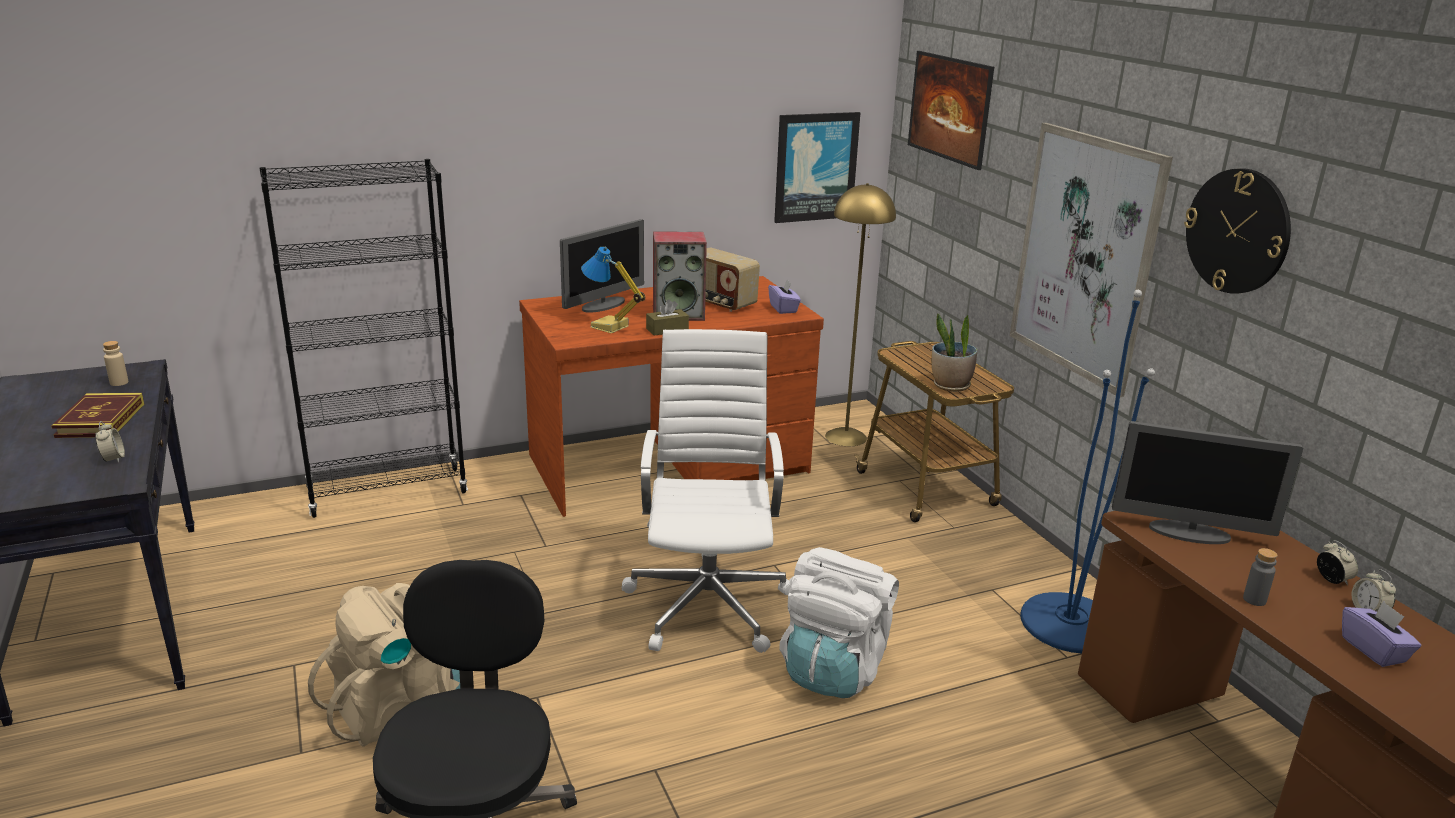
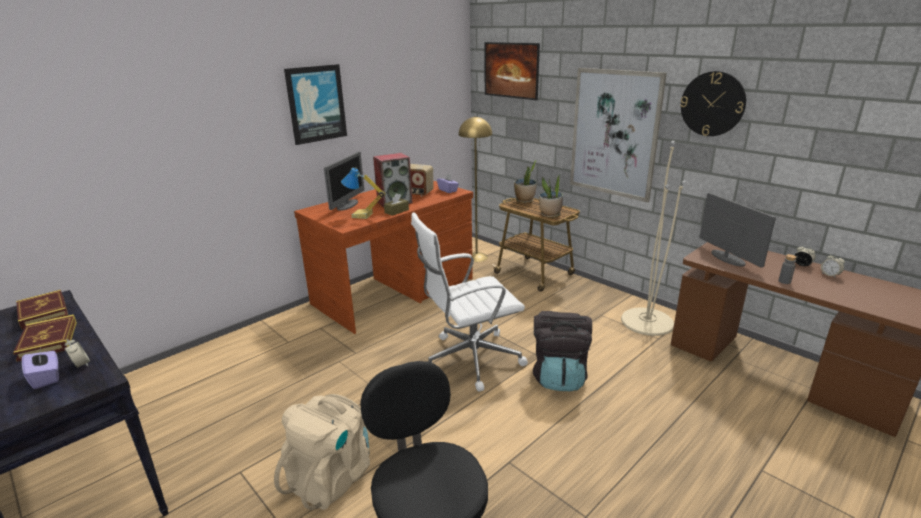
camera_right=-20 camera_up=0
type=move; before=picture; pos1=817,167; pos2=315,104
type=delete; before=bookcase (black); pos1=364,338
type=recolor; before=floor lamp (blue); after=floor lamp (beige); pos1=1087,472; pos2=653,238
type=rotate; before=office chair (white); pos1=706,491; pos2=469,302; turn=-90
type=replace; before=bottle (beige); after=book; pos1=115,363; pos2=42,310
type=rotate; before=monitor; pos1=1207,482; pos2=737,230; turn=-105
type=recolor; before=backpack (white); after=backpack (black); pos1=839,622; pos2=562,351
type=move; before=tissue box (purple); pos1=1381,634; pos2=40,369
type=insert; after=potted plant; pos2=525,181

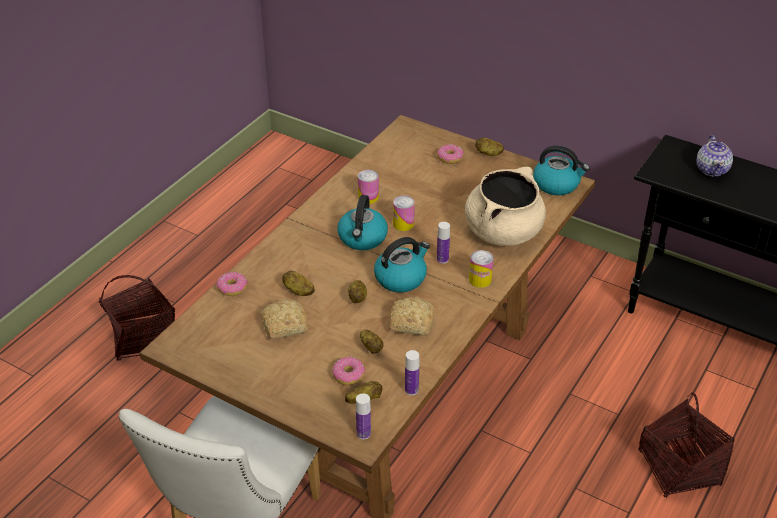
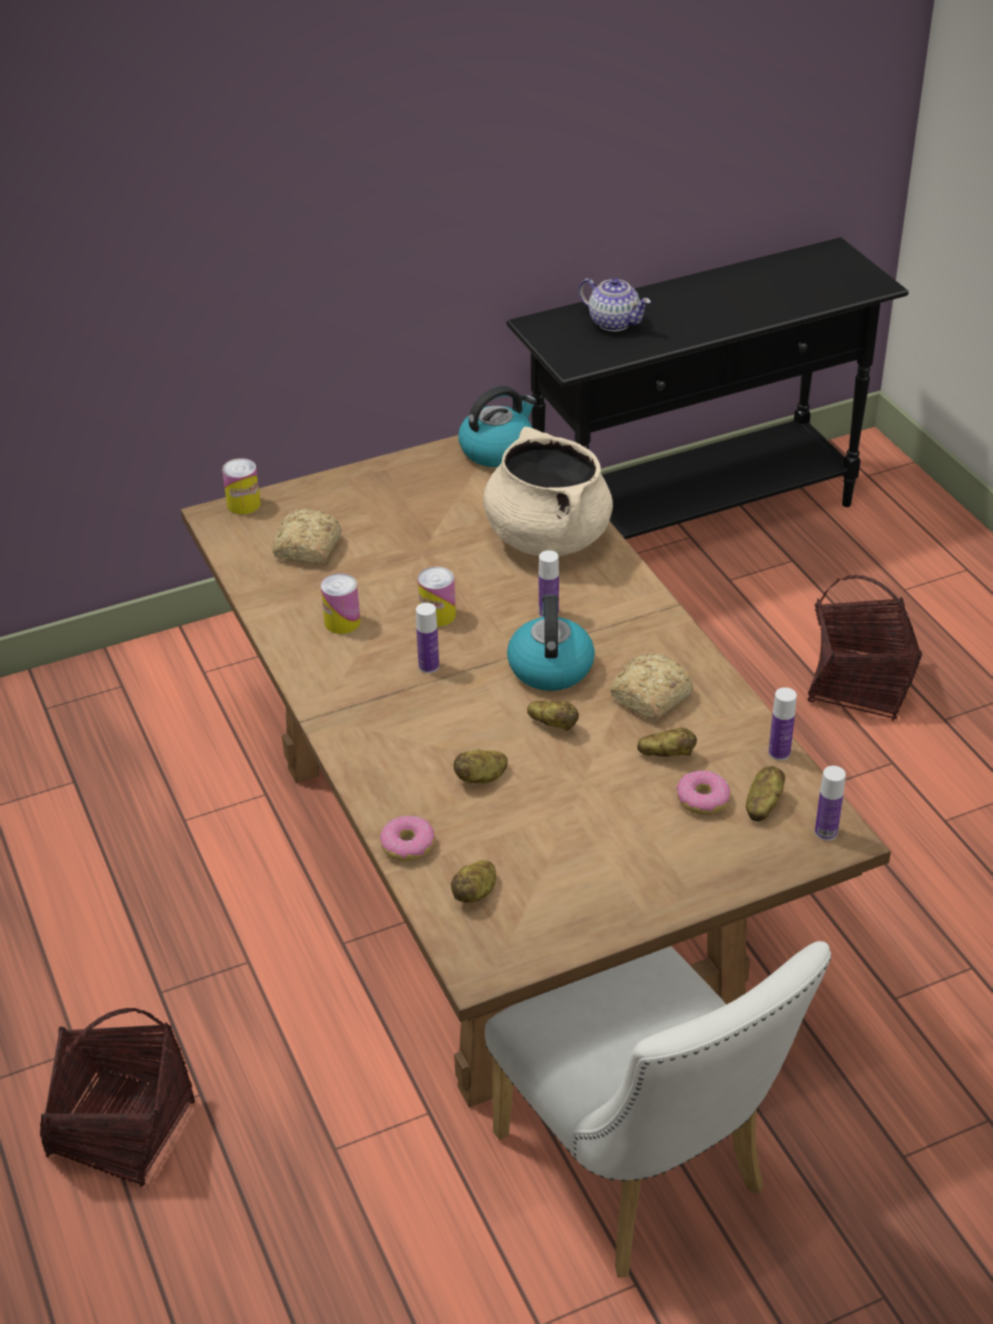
camera_right=-55 camera_up=0
type=move; before=potato; pos1=489,147; pos2=473,881
type=delete; before=donut; pos1=450,154
type=replace; before=kettle; after=bottle; pos1=362,222; pos2=427,638
type=move; before=can; pos1=481,269; pos2=241,486
type=move; before=bread; pos1=284,319; pos2=307,536

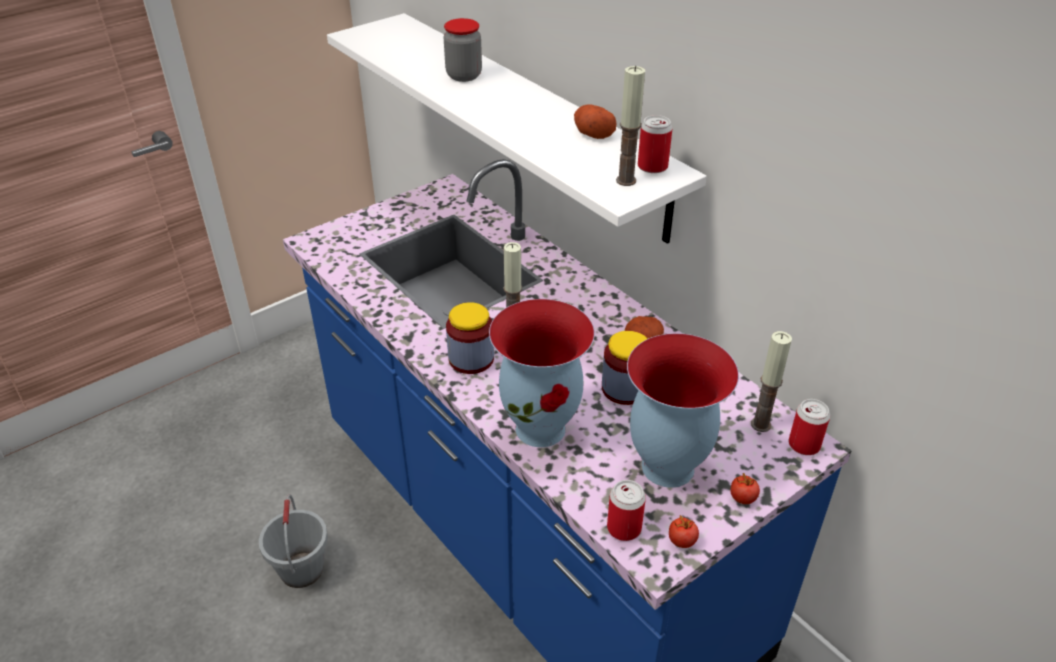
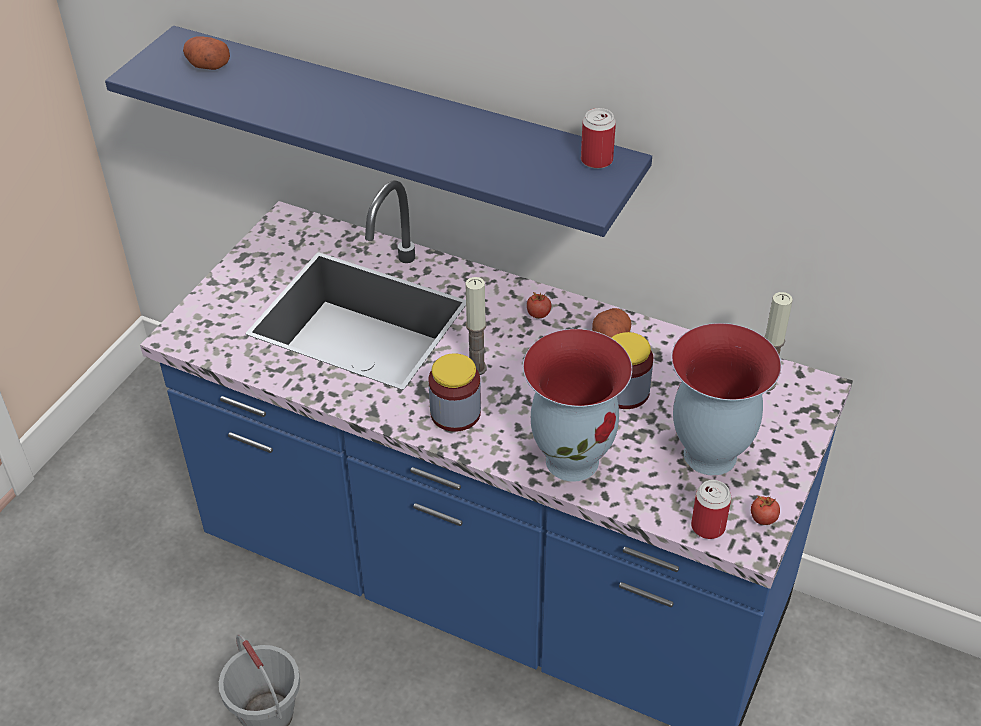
camera_right=-25 camera_up=5
type=recolor; before=shelf (white); after=shelf (blue); pos1=517,128; pos2=378,131
type=delete; before=jar; pos1=463,50
type=delete; before=candle; pos1=630,126
type=move; before=potato; pos1=595,121; pos2=206,53
type=delete; before=can; pos1=809,427
type=move; before=tomato; pos1=745,488; pos2=539,305

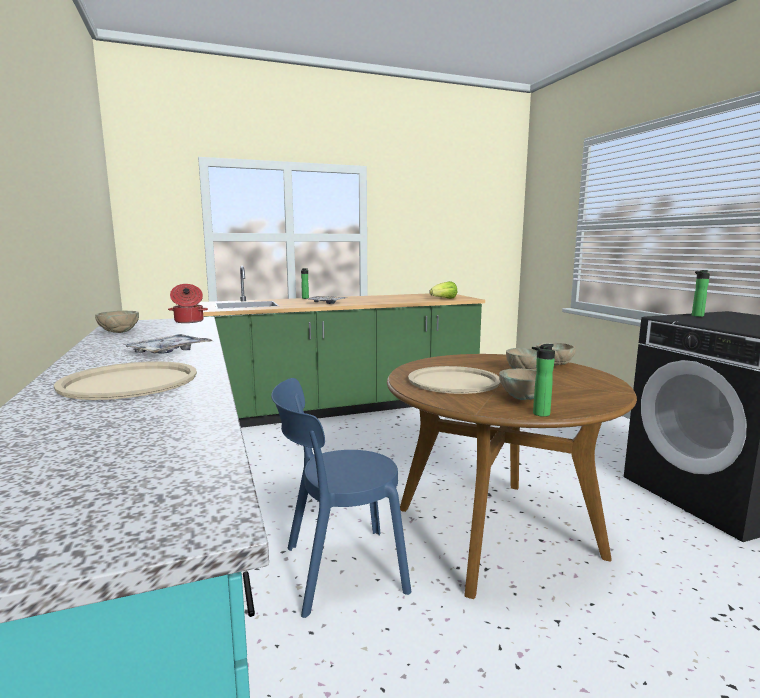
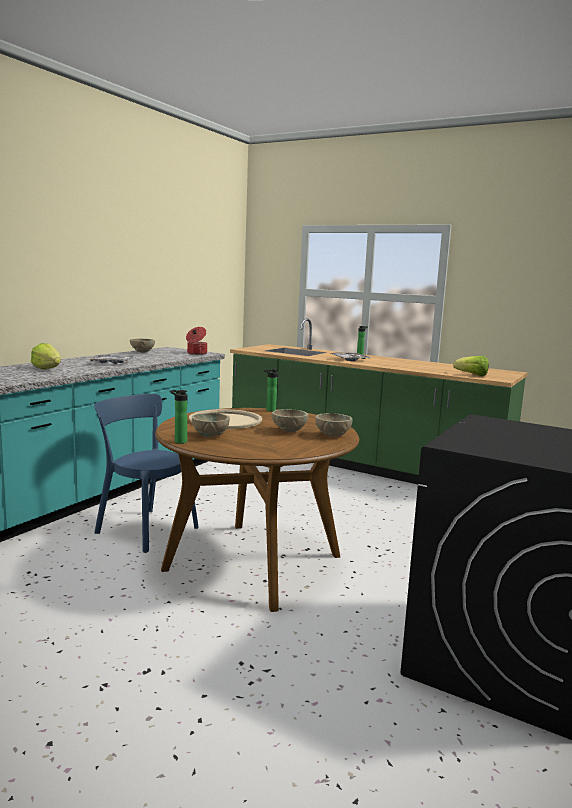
camera_right=50 camera_up=0
type=move; before=bottle; pos1=701,293; pos2=271,390
type=replace; before=tray (beige); after=lettuce; pos1=125,380; pos2=46,356

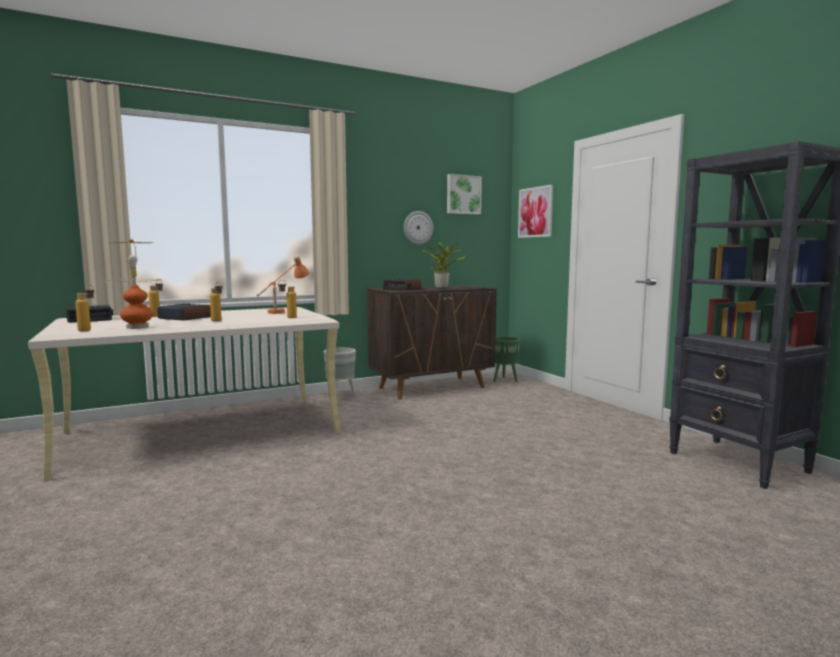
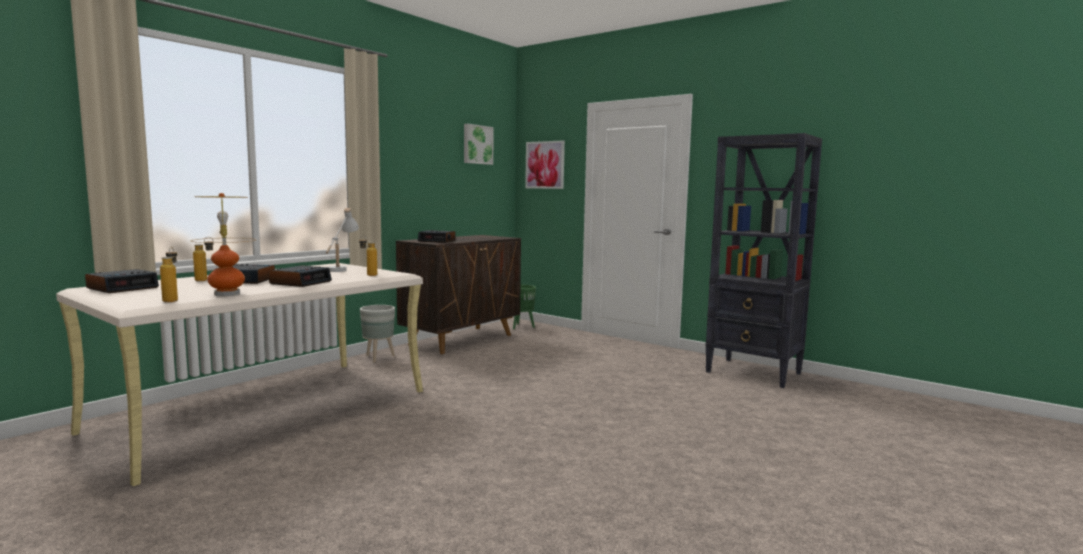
camera_right=-25 camera_up=0
type=delete; before=wall clock; pos1=418,228
type=delete; before=potted plant; pos1=444,265
type=recolor; before=table lamp (orange); after=table lamp (white); pos1=283,285; pos2=342,240
type=replace; before=bottle; after=alarm clock; pos1=216,301; pos2=300,276

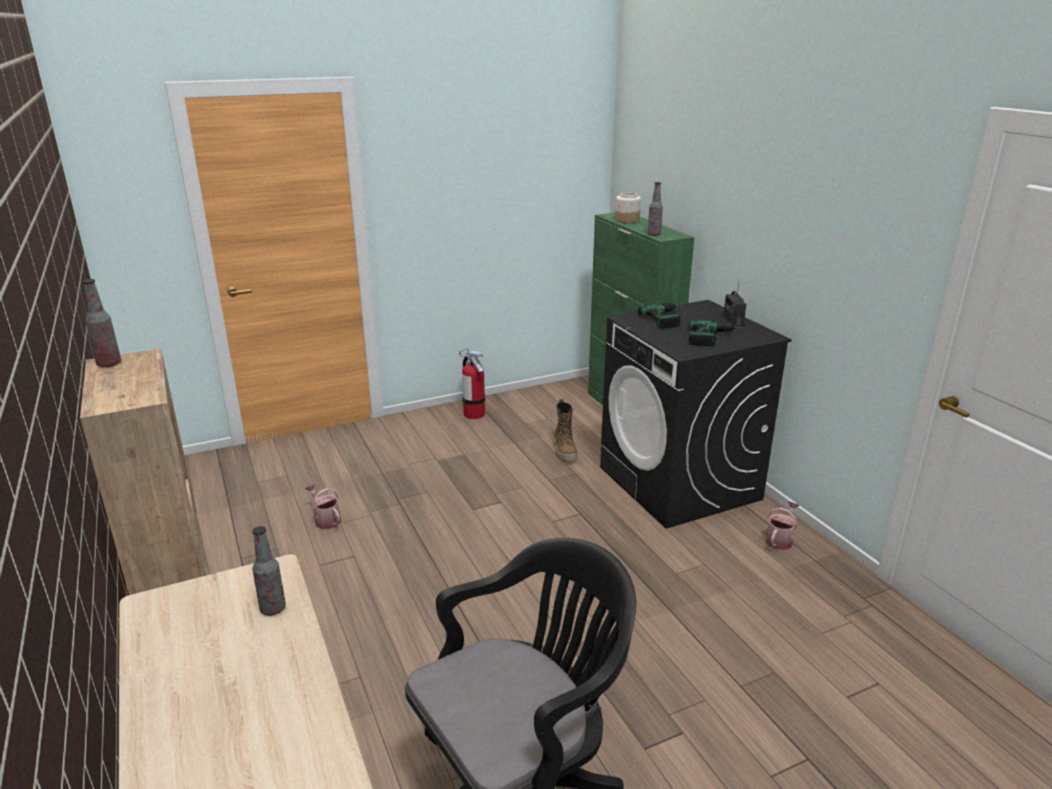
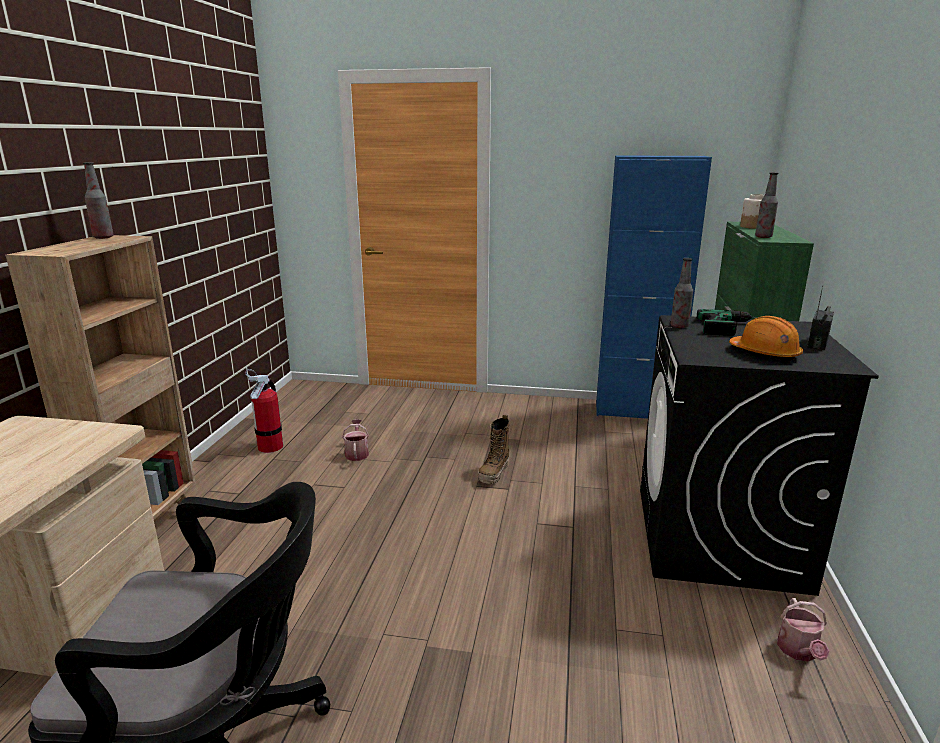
camera_right=35 camera_up=-5
type=replace; before=power drill; after=hard hat (orange); pos1=717,333; pos2=766,338
type=move; before=fire extinguisher; pos1=472,383; pos2=264,411
type=move; before=boot; pos1=565,430; pos2=493,449
type=rotate; before=watering can; pos1=782,525; pos2=803,630; turn=120
type=move; before=bottle; pos1=269,571; pos2=682,293
type=insert; after=cabinet (blue); pos2=654,287

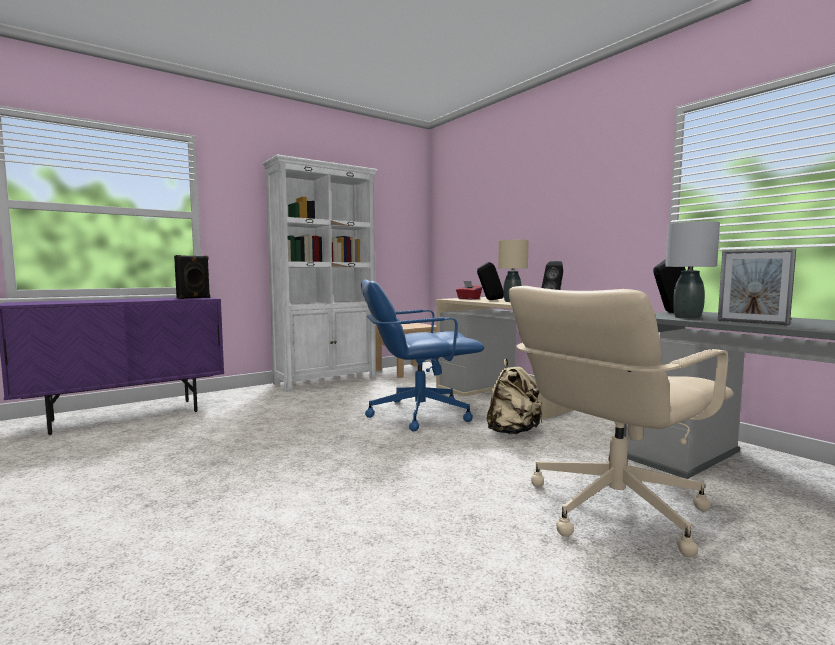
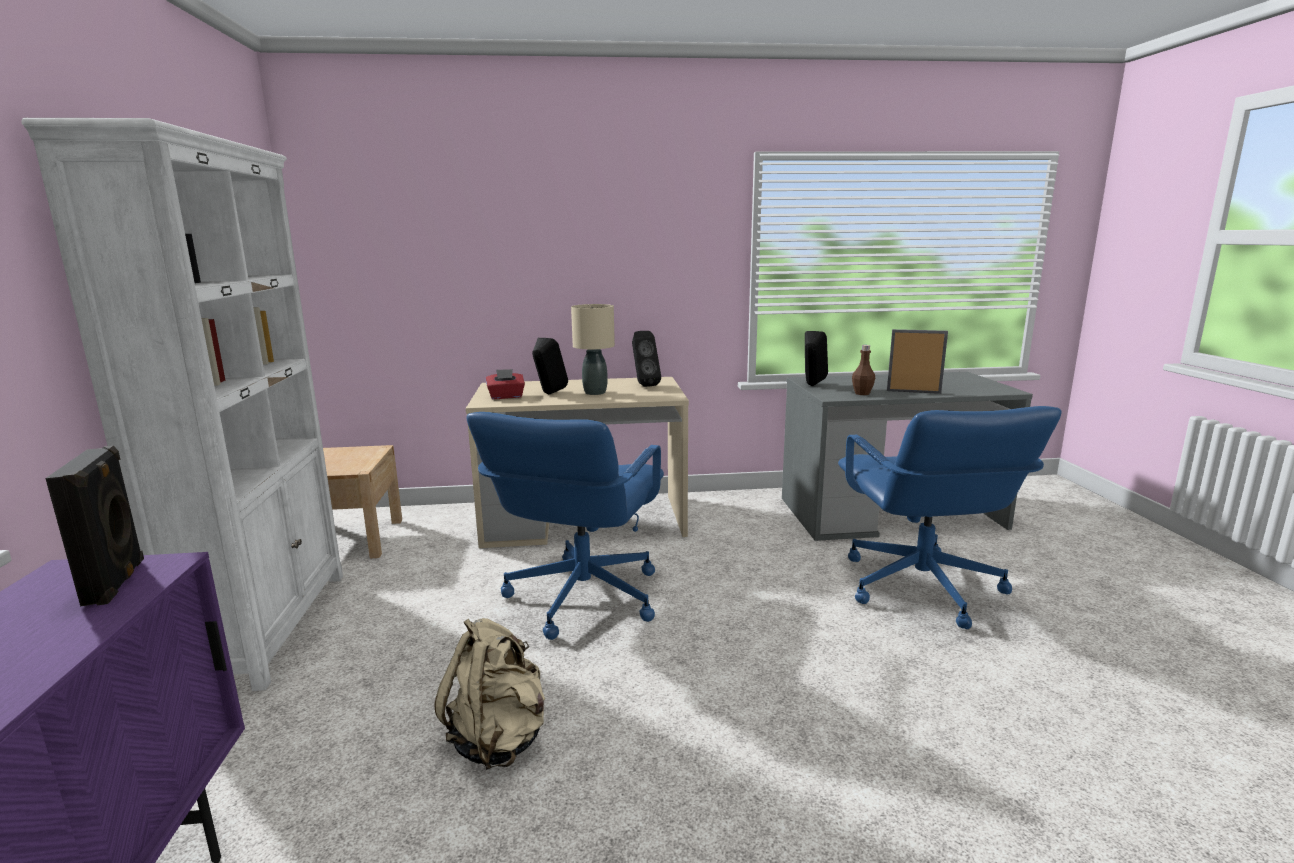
camera_right=-60 camera_up=10
type=replace; before=table lamp (grey); after=bottle (brown); pos1=692,270; pos2=863,370
type=rotate; before=picture frame; pos1=757,286; pos2=917,361; turn=-150
type=recolor; before=office chair (beige); after=office chair (blue); pos1=621,422; pos2=950,517
type=move; before=backpack (beige); pos1=514,396; pos2=489,694

